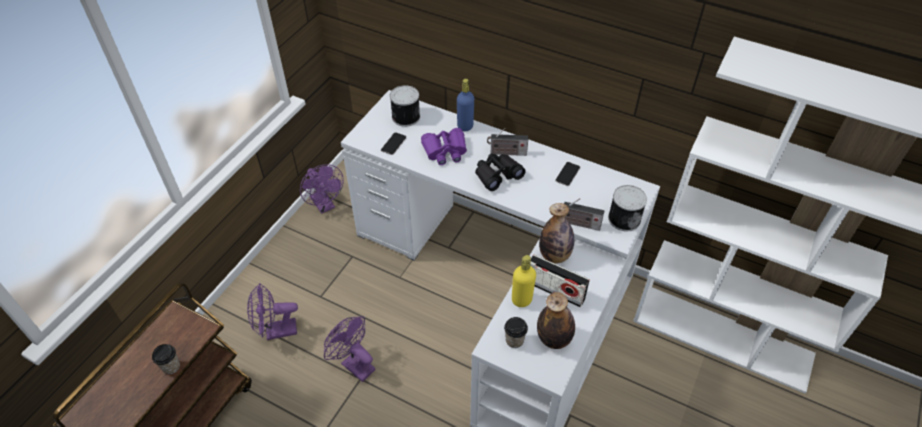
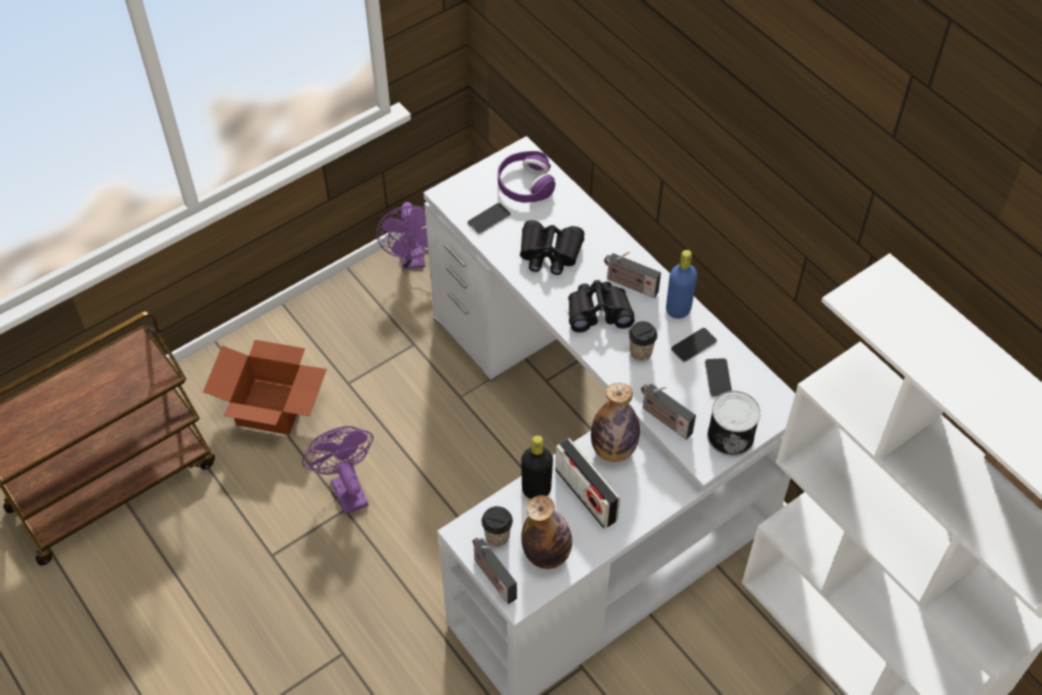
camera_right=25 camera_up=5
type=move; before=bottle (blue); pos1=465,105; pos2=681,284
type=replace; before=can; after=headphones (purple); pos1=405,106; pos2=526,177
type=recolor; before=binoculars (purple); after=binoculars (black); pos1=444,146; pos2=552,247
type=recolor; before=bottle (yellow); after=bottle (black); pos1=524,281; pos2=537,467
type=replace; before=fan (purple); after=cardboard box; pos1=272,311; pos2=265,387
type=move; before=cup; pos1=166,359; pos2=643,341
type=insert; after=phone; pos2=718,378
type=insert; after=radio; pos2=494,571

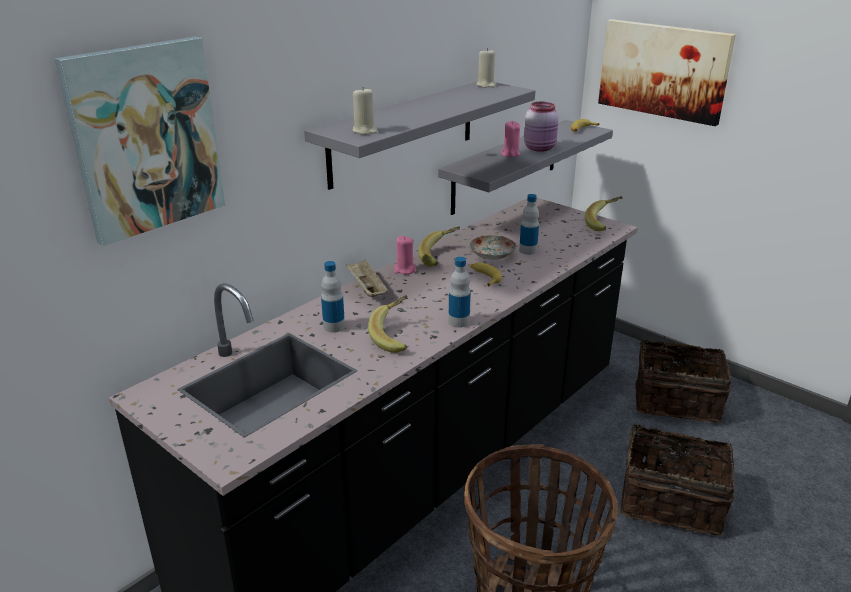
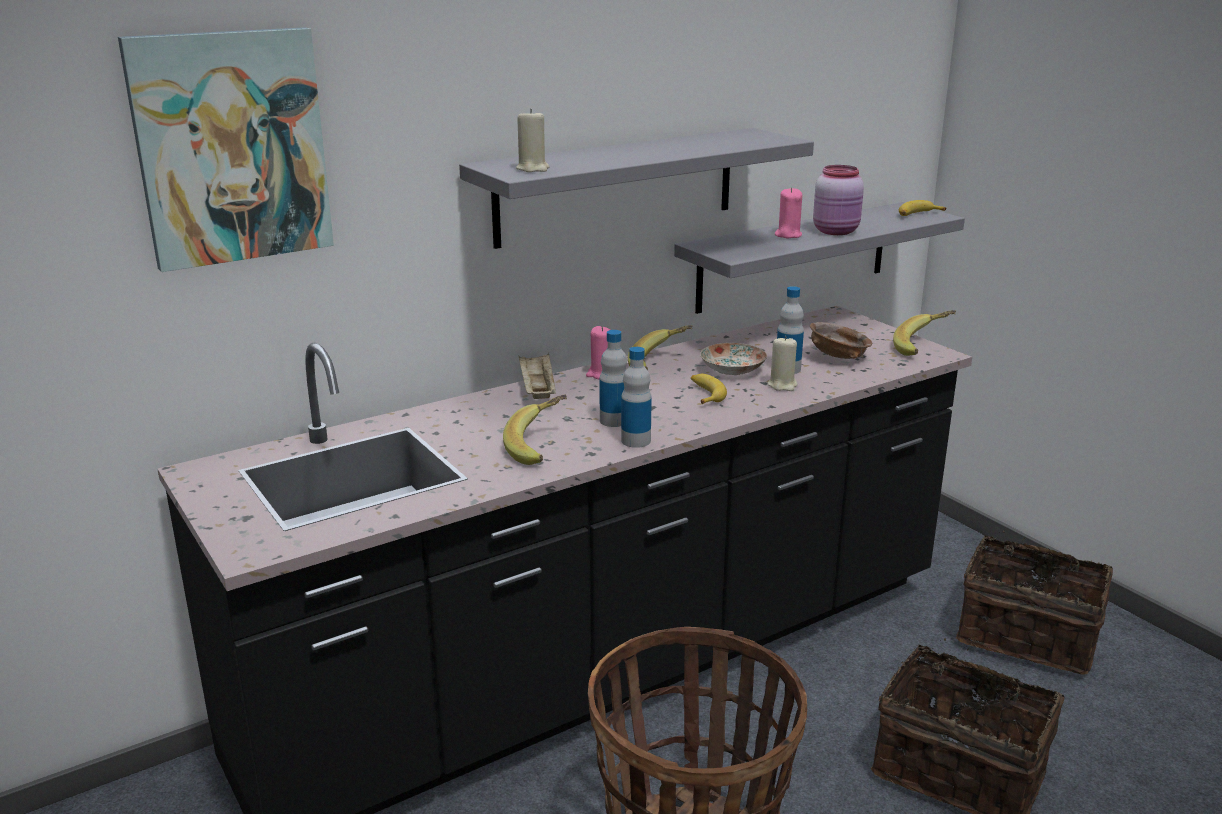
camera_right=15 camera_up=-5
type=delete; before=picture; pos1=667,72
type=move; before=candle (beige); pos1=486,68; pos2=782,363
type=move; before=bottle; pos1=333,297; pos2=613,378
type=insert; after=bowl (brown); pos2=841,340

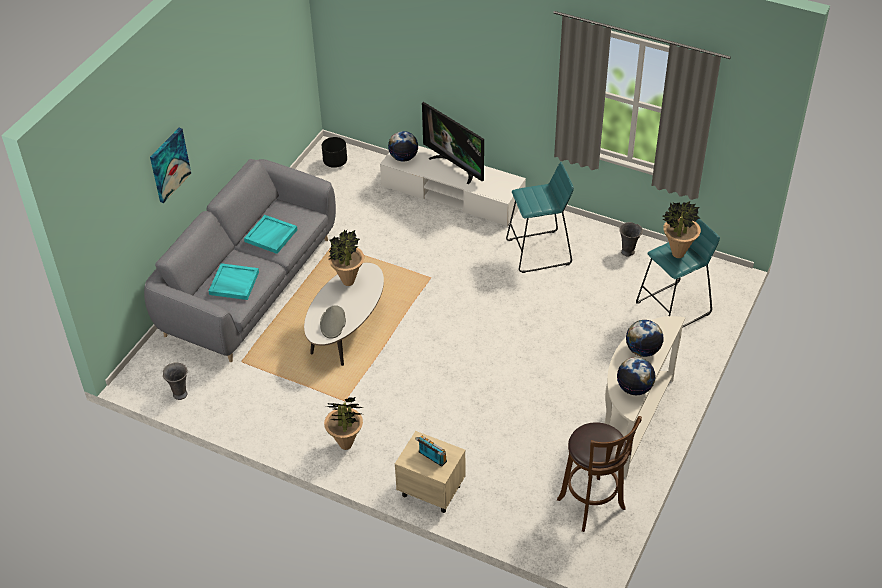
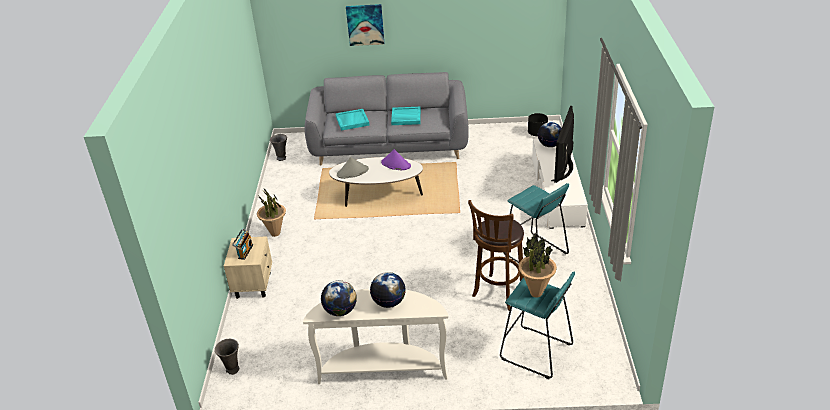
camera_right=65 camera_up=-10
type=move; before=vase (grey); pos1=631,239; pos2=227,357
type=replace; before=potted plant; after=hat (purple); pos1=346,258; pos2=396,159
type=move; before=stool (brown); pos1=599,474; pos2=496,255

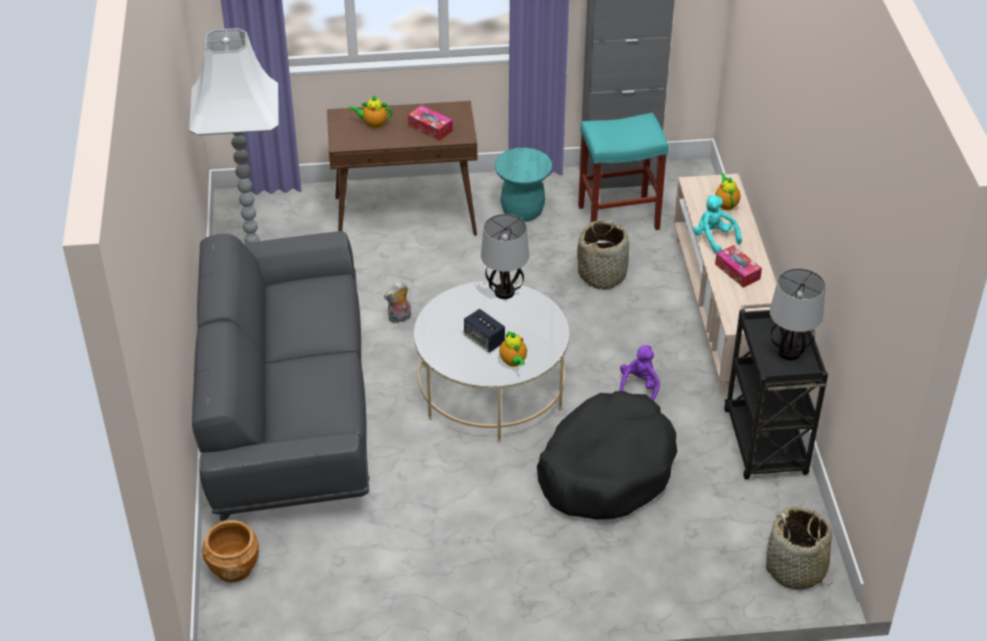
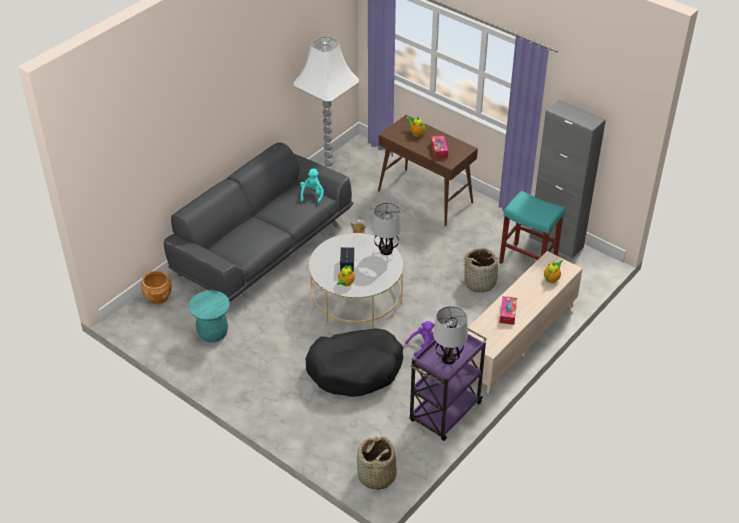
camera_right=45 camera_up=0
type=move; before=stool (turquoise); pos1=523,185; pos2=209,316
type=move; before=plush toy (turquoise); pos1=718,224; pos2=312,186
type=recolor; before=cart (black); after=cart (purple); pos1=776,391; pos2=448,382

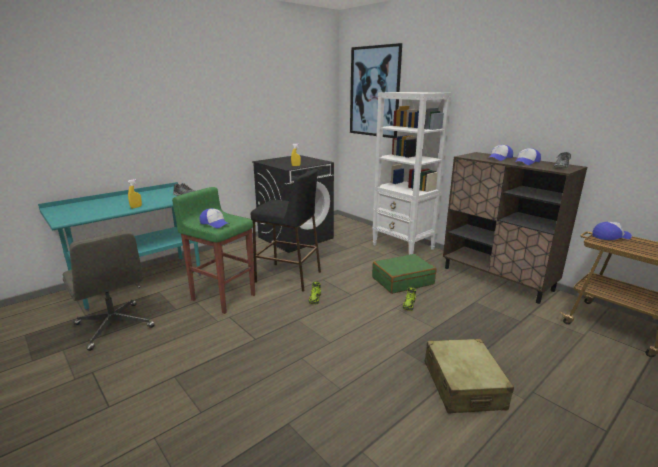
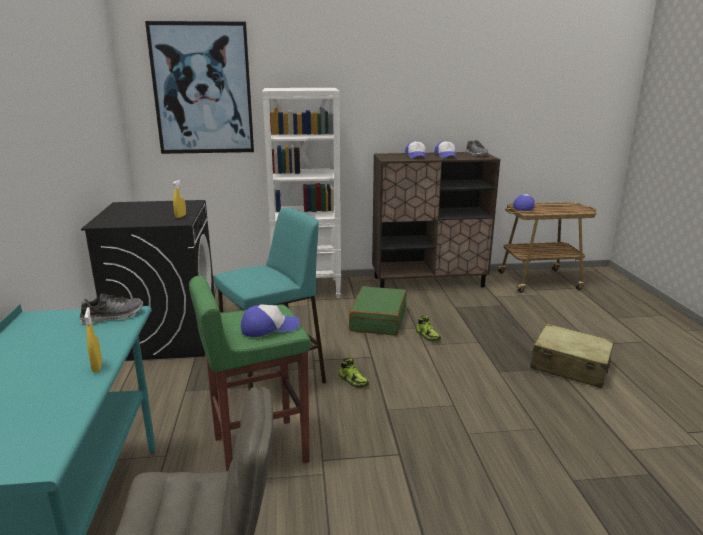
camera_right=-55 camera_up=0
type=recolor; before=stool (black); after=stool (turquoise); pos1=286,230; pos2=270,299

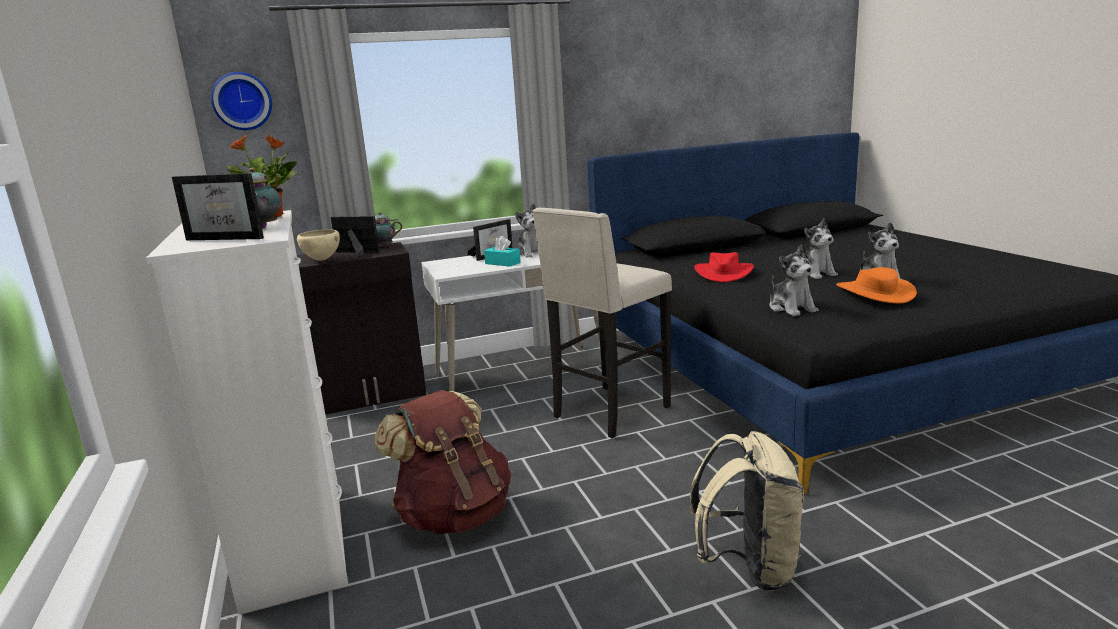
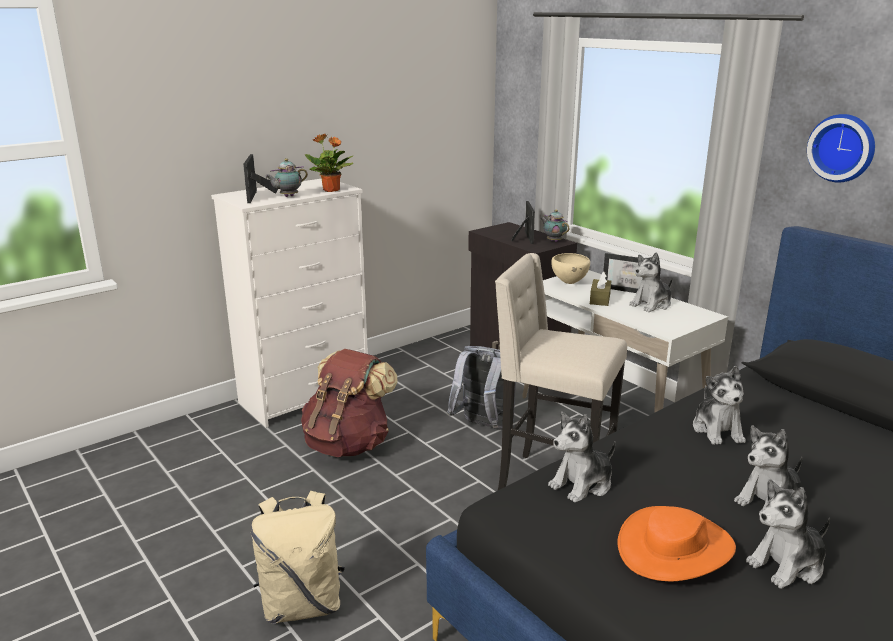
camera_right=70 camera_up=5
type=move; before=wall clock; pos1=241,101; pos2=841,148
type=move; before=bowl (beige); pos1=318,245; pos2=570,268
type=recolor; before=tissue box (turquoise); after=tissue box (brown); pos1=502,251; pos2=600,289
type=replace; before=hat (red); after=plush toy; pos1=724,267; pos2=719,405
type=insert; after=backpack (grey); pos2=481,388

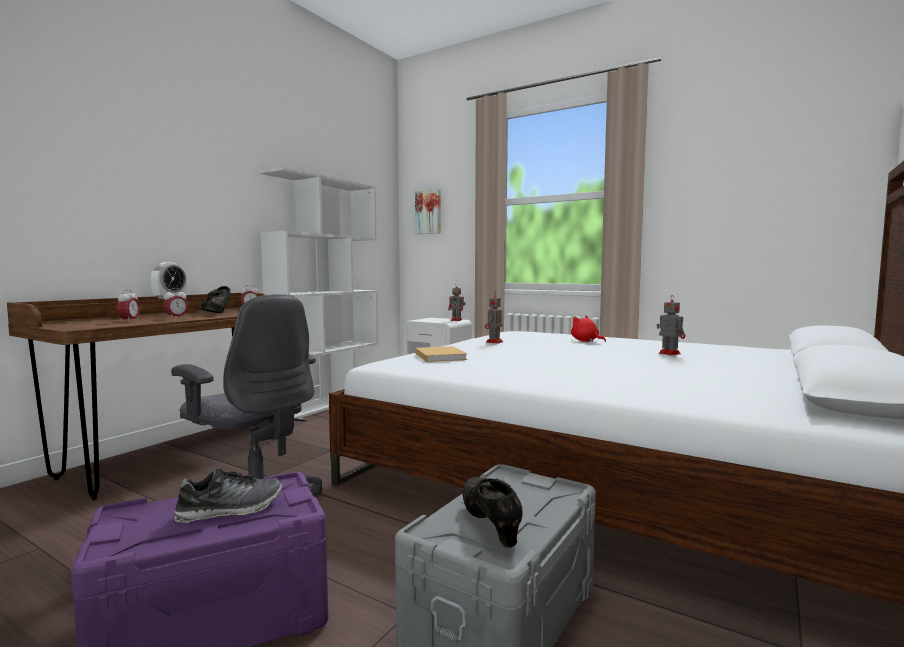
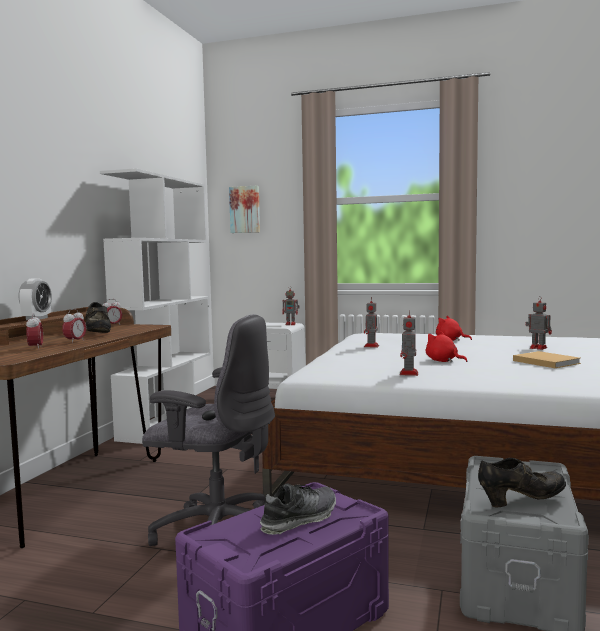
camera_right=-15 camera_up=0
type=move; before=book (beige); pos1=442,354; pos2=547,359
type=rotate; before=shoe (black); pos1=492,512; pos2=522,482; turn=105
type=insert; after=toy robot; pos2=409,345
type=insert; after=plush toy (red); pos2=446,346

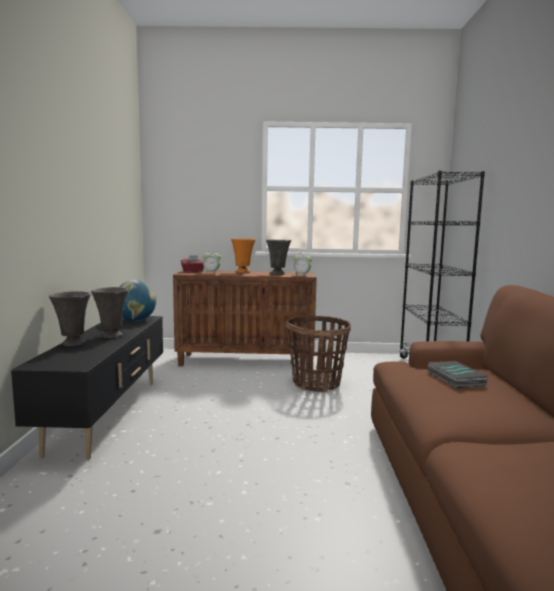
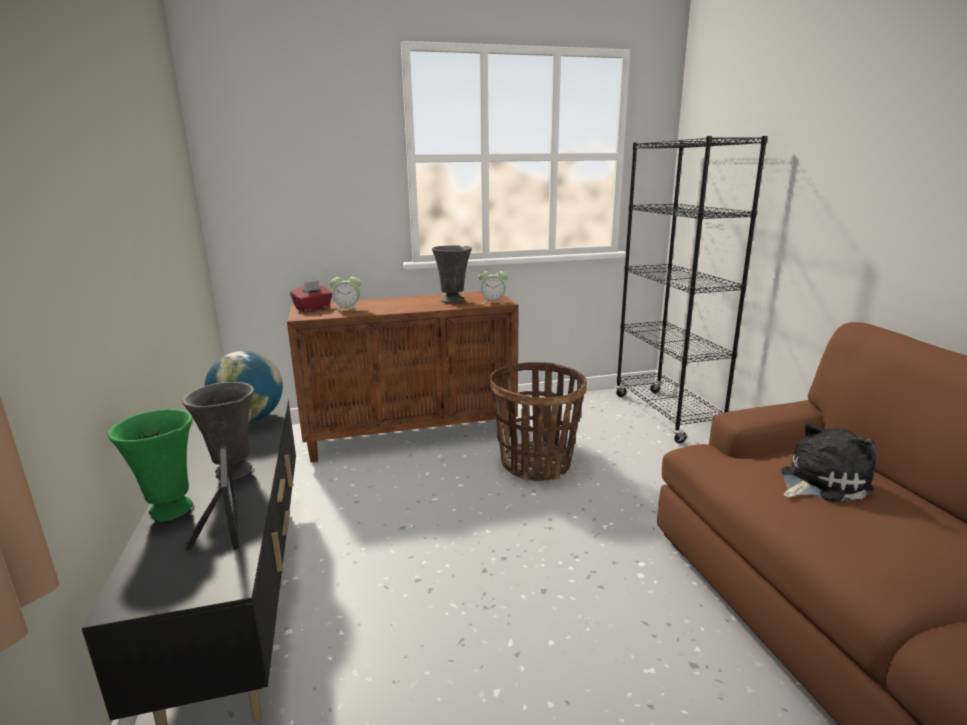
camera_right=-15 camera_up=10
type=delete; before=vase (orange); pos1=243,256
type=recolor; before=vase (grey); after=vase (green); pos1=70,318; pos2=150,465
type=replace; before=book; after=plush toy; pos1=458,374; pos2=828,462
type=insert; after=picture frame; pos2=212,497

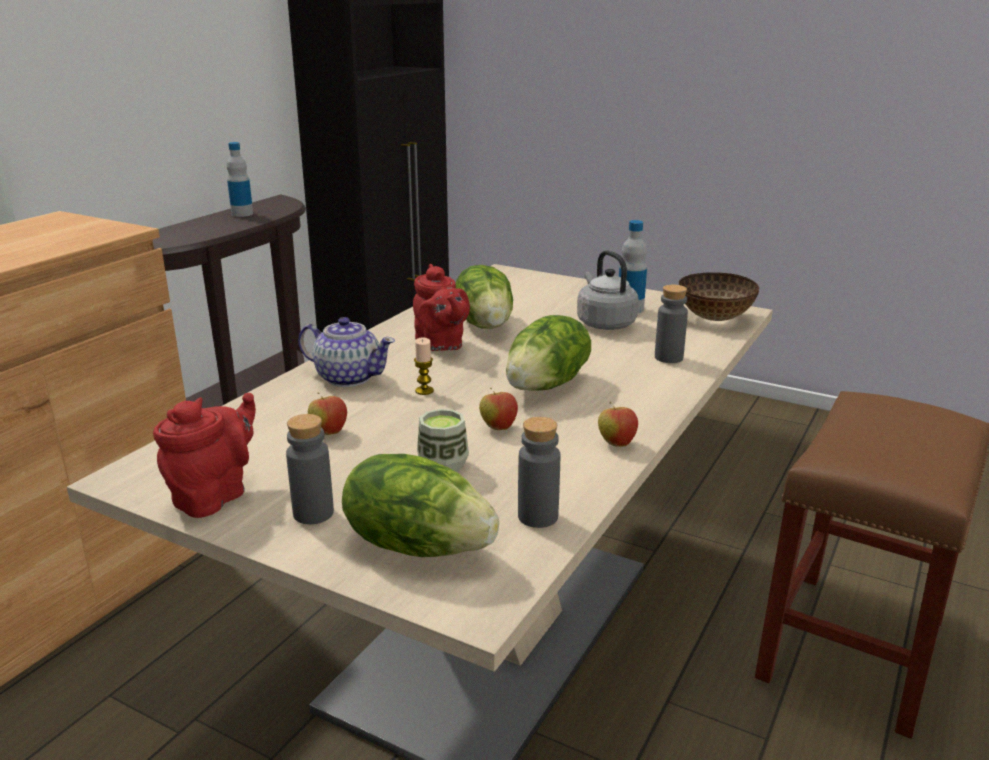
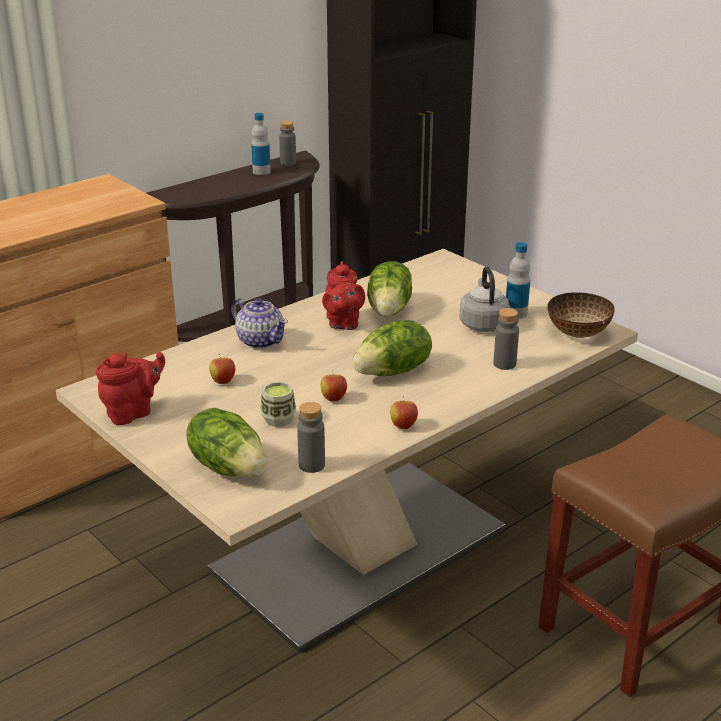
camera_right=20 camera_up=5
type=delete; before=candle; pos1=424,366
type=move; before=bottle (grey); pos1=310,469; pos2=287,143

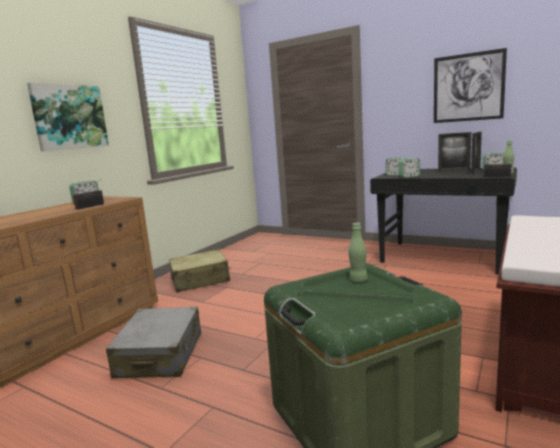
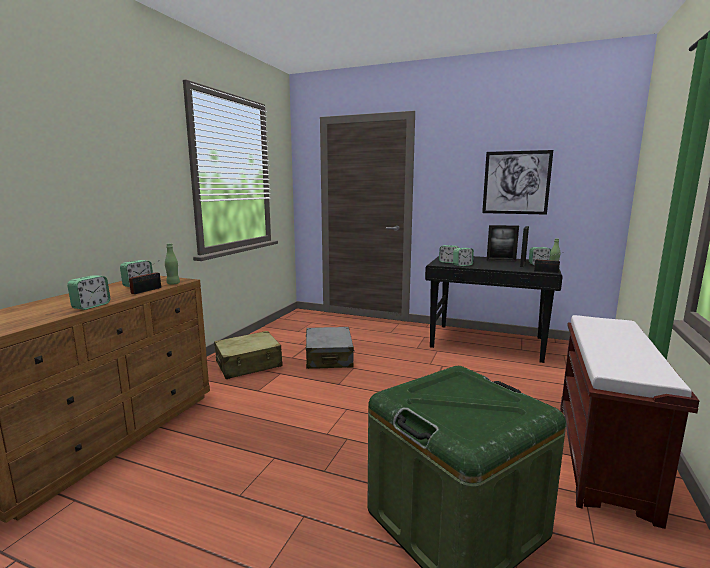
camera_right=-10 camera_up=0
type=delete; before=picture; pos1=68,116
type=move; before=bottle (green); pos1=358,252; pos2=172,263
type=move; before=suitcase (grey); pos1=153,342; pos2=330,348
type=insert; after=alarm clock; pos2=89,292

